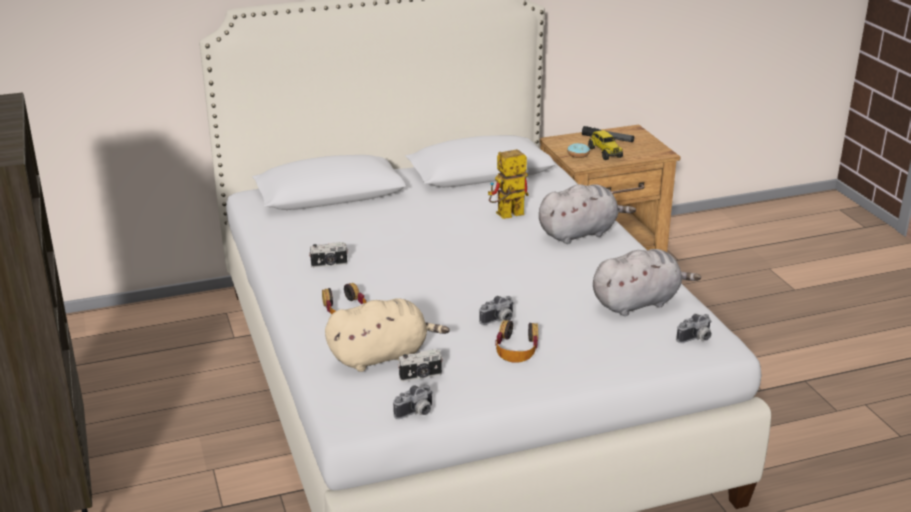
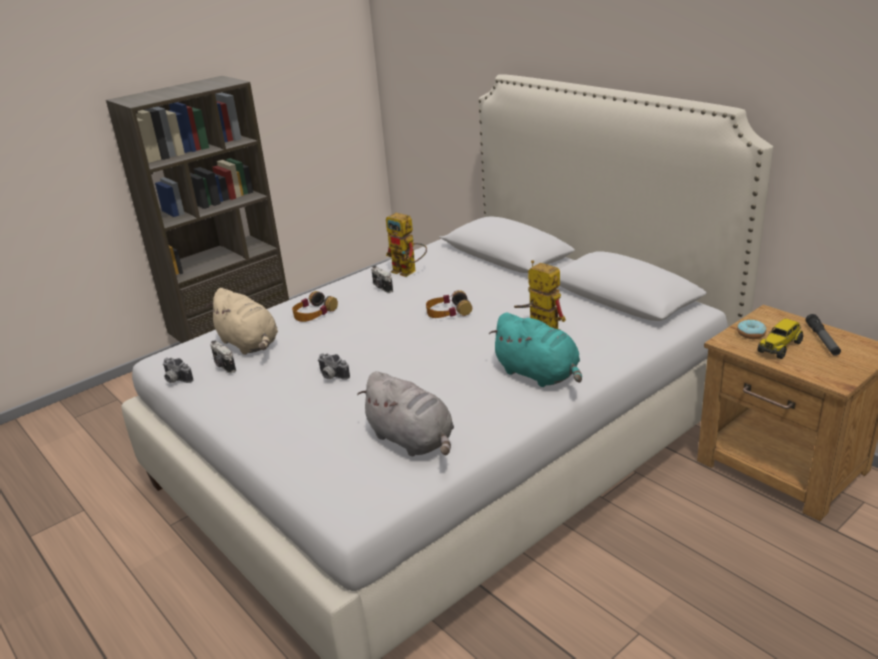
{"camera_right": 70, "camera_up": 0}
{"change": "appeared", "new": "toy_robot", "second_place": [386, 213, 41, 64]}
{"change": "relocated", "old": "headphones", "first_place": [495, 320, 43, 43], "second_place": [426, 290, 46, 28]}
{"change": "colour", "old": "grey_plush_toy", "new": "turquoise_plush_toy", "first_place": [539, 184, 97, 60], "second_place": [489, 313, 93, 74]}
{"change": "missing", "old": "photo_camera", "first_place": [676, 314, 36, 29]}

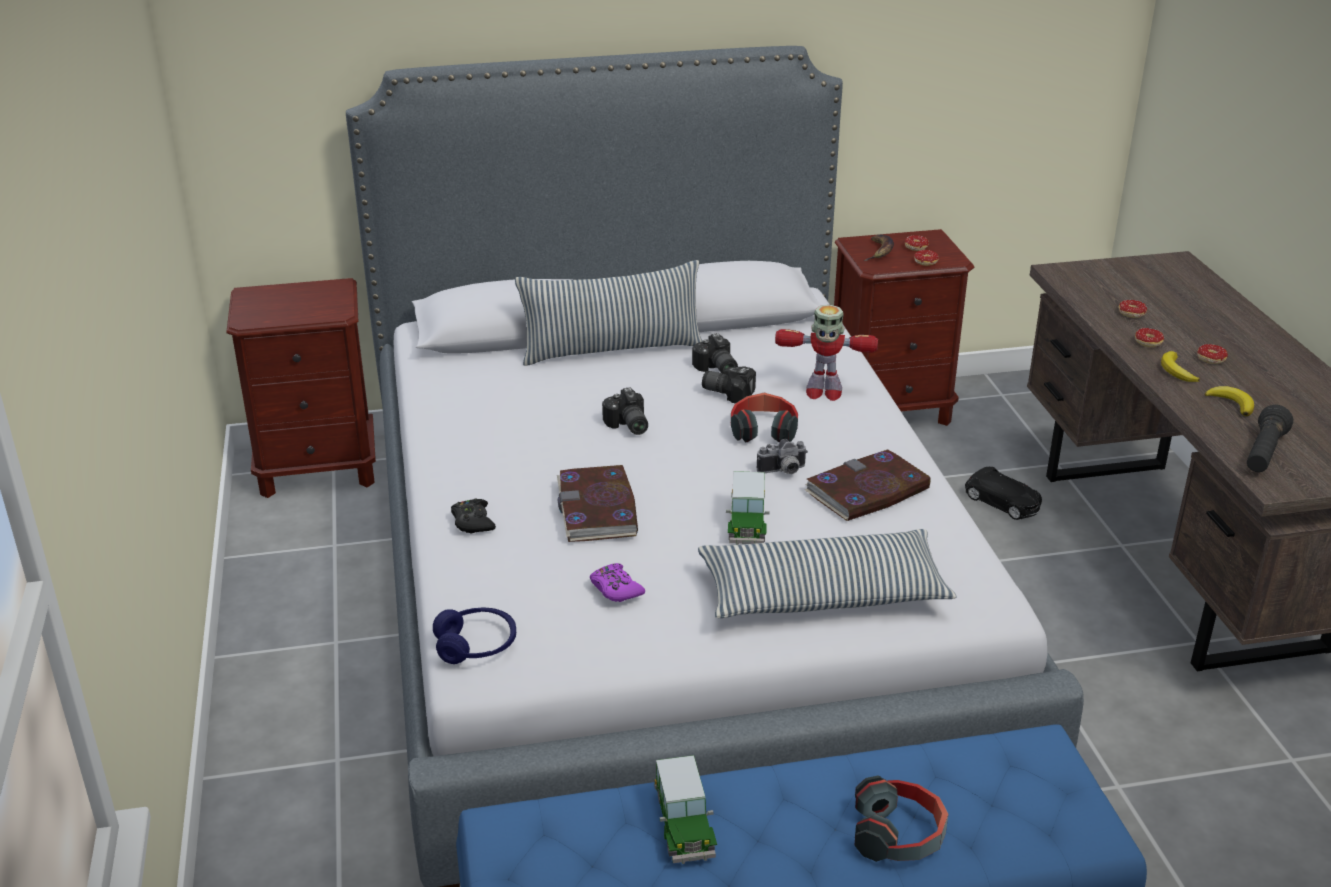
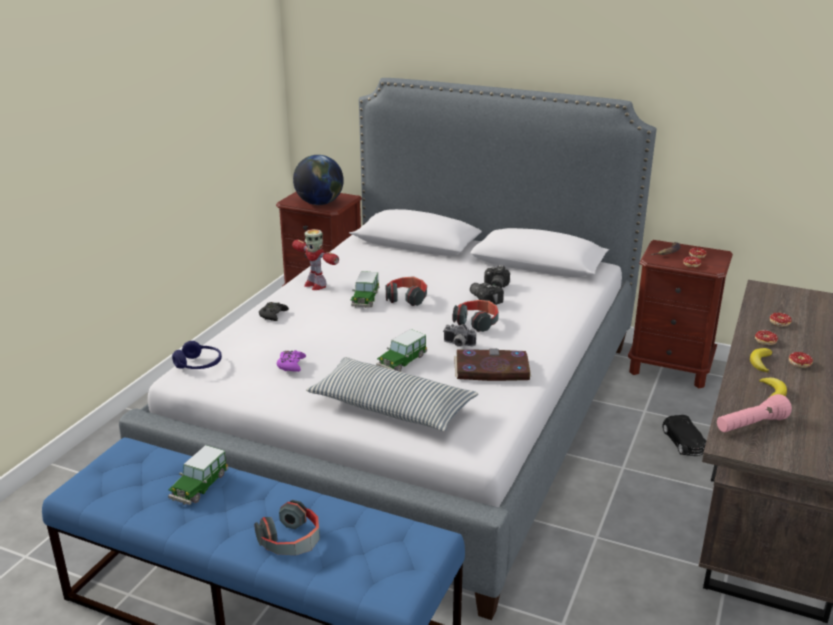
{"camera_right": 35, "camera_up": -5}
{"change": "relocated", "old": "toy_robot", "first_place": [775, 305, 103, 96], "second_place": [292, 229, 47, 61]}
{"change": "appeared", "new": "globe", "second_place": [293, 155, 51, 50]}
{"change": "appeared", "new": "toy_car", "second_place": [351, 271, 28, 37]}
{"change": "exchanged", "old": "photo_camera", "new": "headphones", "first_place": [602, 387, 46, 48], "second_place": [386, 276, 41, 30]}
{"change": "colour", "old": "black_flashlight", "new": "pink_flashlight", "first_place": [1247, 405, 46, 67], "second_place": [717, 394, 75, 38]}
{"change": "missing", "old": "pillow", "first_place": [515, 260, 187, 106]}
{"change": "missing", "old": "book", "first_place": [557, 465, 81, 77]}

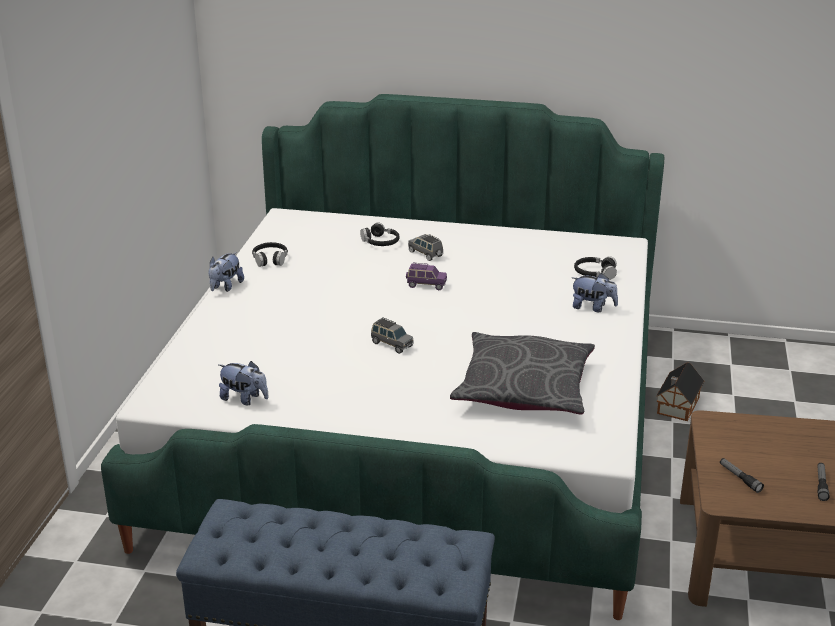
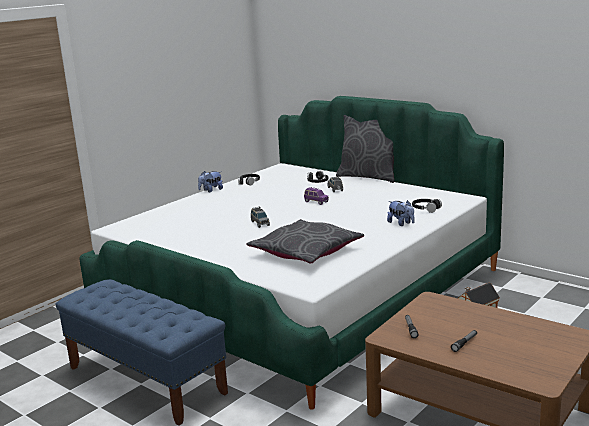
{"camera_right": 30, "camera_up": -10}
{"change": "appeared", "new": "grey_pillow", "second_place": [336, 115, 58, 68]}
{"change": "missing", "old": "plush_toy", "first_place": [218, 361, 51, 44]}

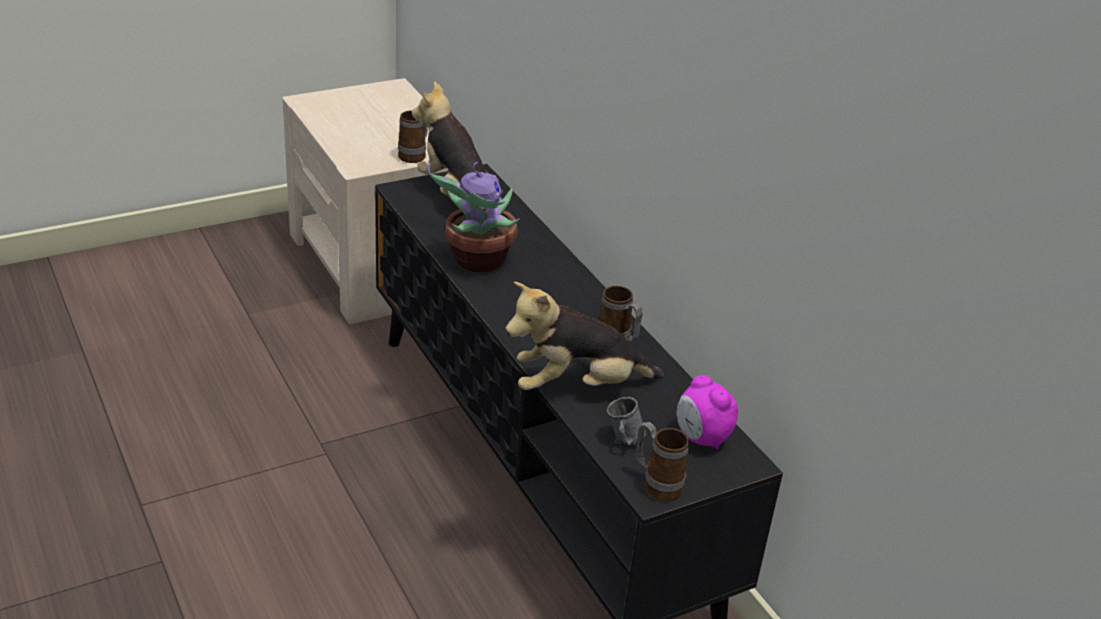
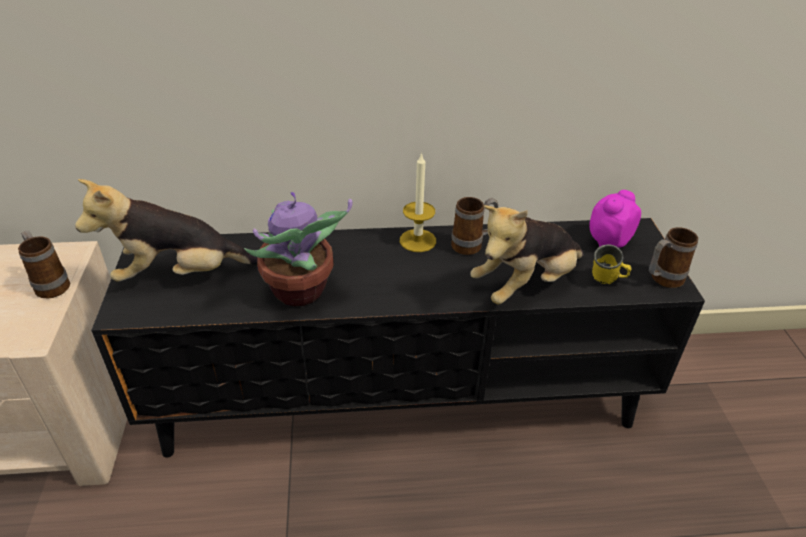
{"camera_right": -65, "camera_up": 5}
{"change": "appeared", "new": "candle", "second_place": [400, 152, 36, 100]}
{"change": "spun", "old": "plush_toy", "first_place": [505, 282, 159, 108], "second_place": [470, 205, 113, 99], "degrees": 45}
{"change": "spun", "old": "alarm_clock", "first_place": [676, 375, 62, 75], "second_place": [589, 190, 52, 58], "degrees": 150}
{"change": "colour", "old": "grey_mug", "new": "yellow_mug", "first_place": [607, 397, 39, 49], "second_place": [592, 244, 39, 40]}

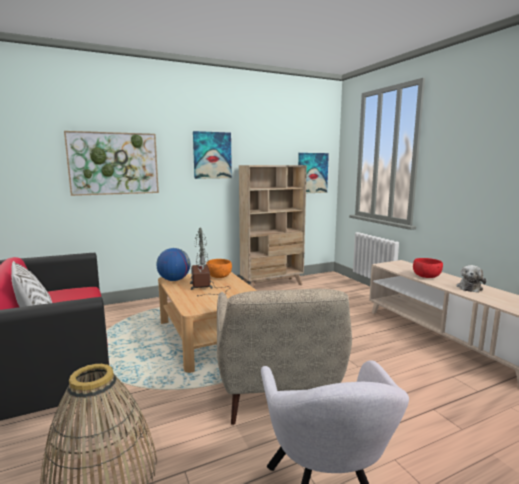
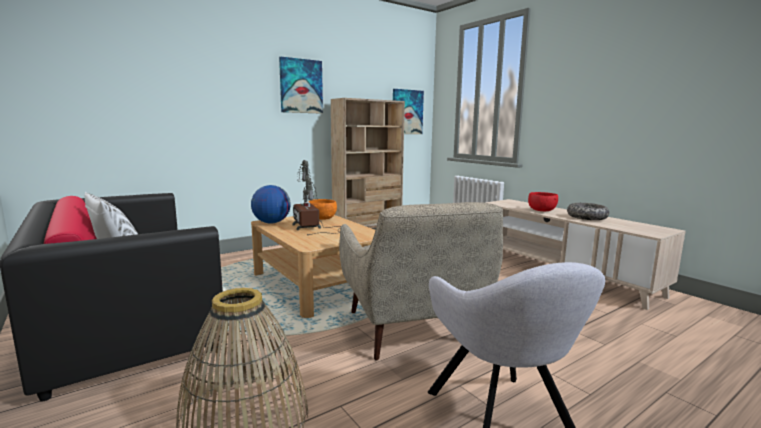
{"camera_right": -10, "camera_up": 0}
{"change": "exchanged", "old": "plush_toy", "new": "bowl", "first_place": [456, 265, 30, 28], "second_place": [567, 203, 42, 17]}
{"change": "missing", "old": "picture", "first_place": [64, 131, 95, 65]}

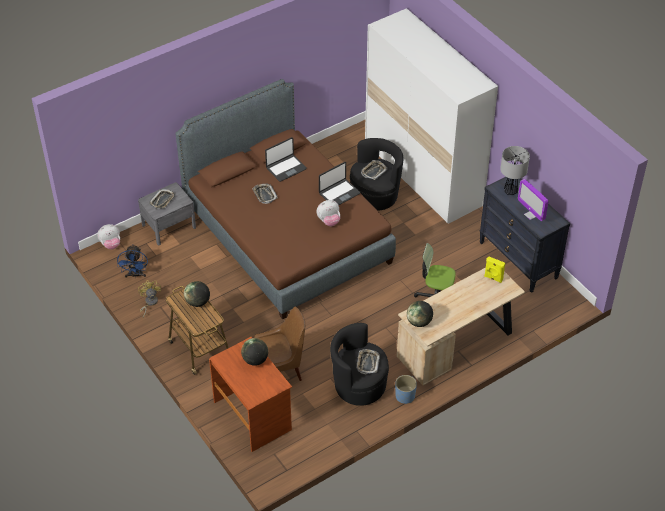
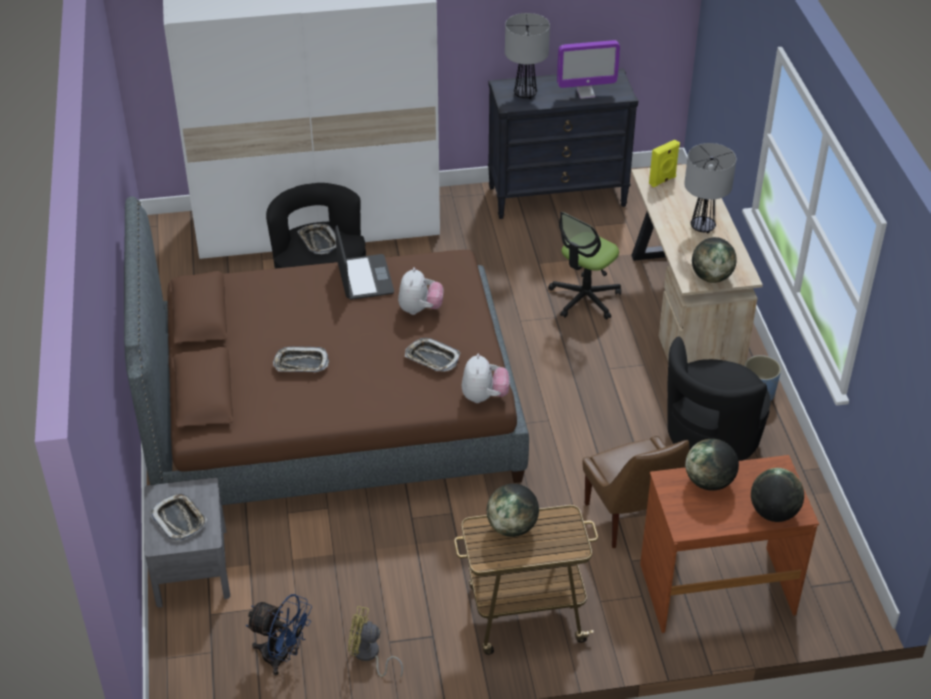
{"camera_right": -65, "camera_up": -5}
{"change": "relocated", "old": "tray", "first_place": [356, 349, 24, 25], "second_place": [405, 338, 55, 34]}
{"change": "relocated", "old": "plush_toy", "first_place": [97, 224, 23, 26], "second_place": [462, 354, 47, 49]}
{"change": "spun", "old": "brown_chair", "first_place": [254, 307, 51, 74], "second_place": [582, 436, 108, 112], "degrees": 150}
{"change": "appeared", "new": "table_lamp", "second_place": [684, 143, 52, 90]}
{"change": "appeared", "new": "globe", "second_place": [751, 468, 53, 54]}
{"change": "missing", "old": "laptop", "first_place": [265, 137, 42, 45]}

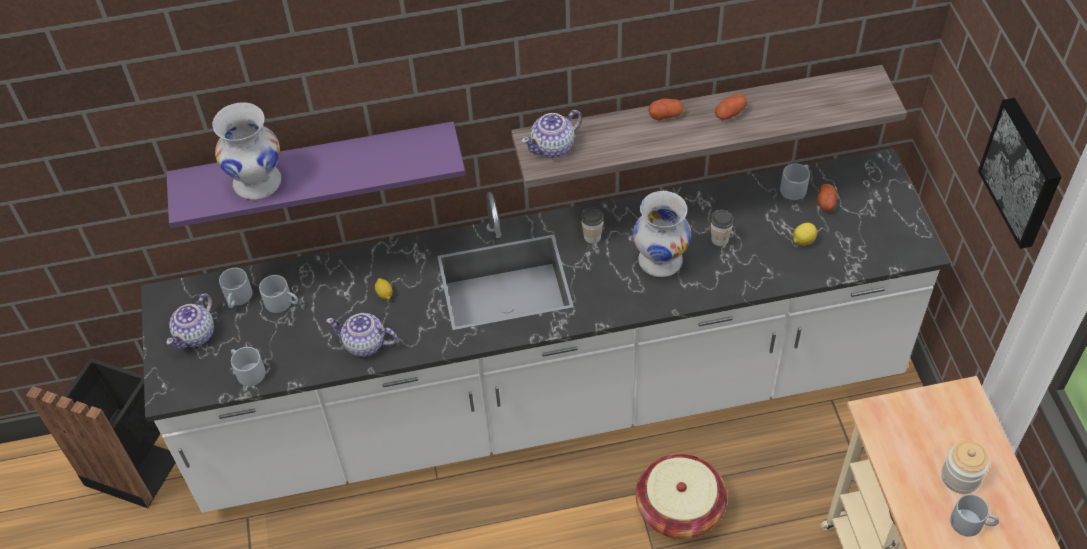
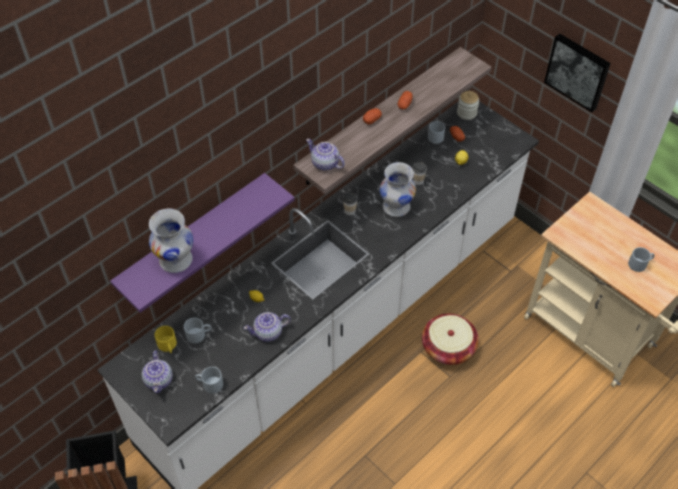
{"camera_right": -35, "camera_up": 0}
{"change": "colour", "old": "grey_mug", "new": "yellow_mug", "first_place": [219, 268, 34, 40], "second_place": [154, 326, 23, 27]}
{"change": "spun", "old": "teapot", "first_place": [522, 110, 60, 48], "second_place": [306, 139, 39, 31], "degrees": 105}
{"change": "relocated", "old": "jar", "first_place": [941, 441, 48, 53], "second_place": [457, 91, 22, 29]}

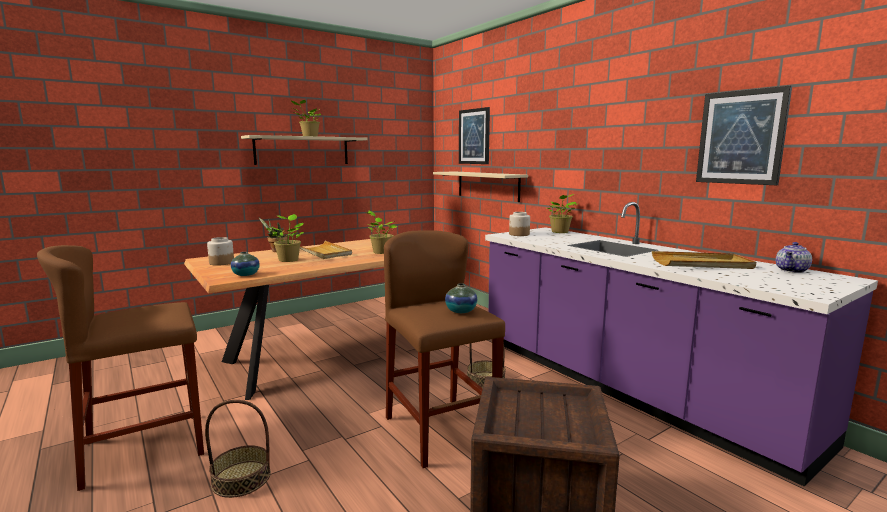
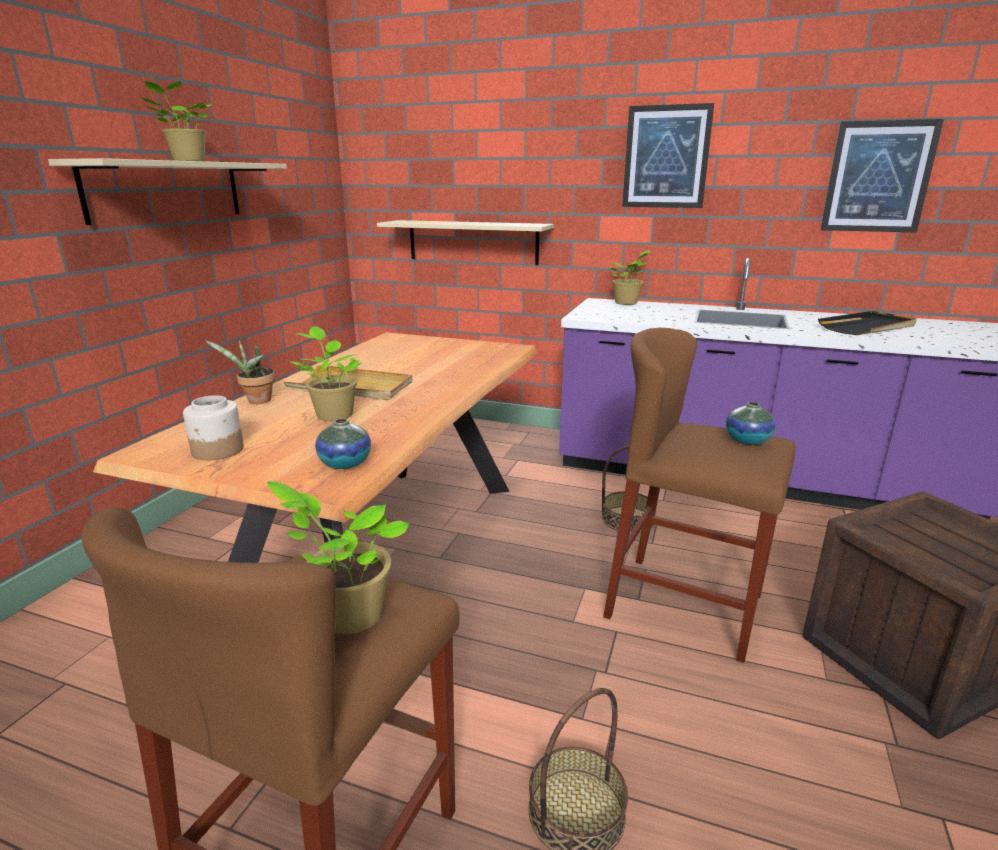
{"camera_right": -35, "camera_up": 10}
{"change": "relocated", "old": "potted_plant", "first_place": [366, 210, 32, 44], "second_place": [267, 481, 143, 153]}
{"change": "relocated", "old": "picture", "first_place": [459, 107, 31, 57], "second_place": [622, 103, 92, 105]}
{"change": "colour", "old": "beige_tray", "new": "black_tray", "first_place": [652, 251, 104, 18], "second_place": [818, 311, 99, 24]}
{"change": "missing", "old": "jar", "first_place": [509, 212, 21, 24]}
{"change": "missing", "old": "teapot", "first_place": [776, 242, 36, 31]}

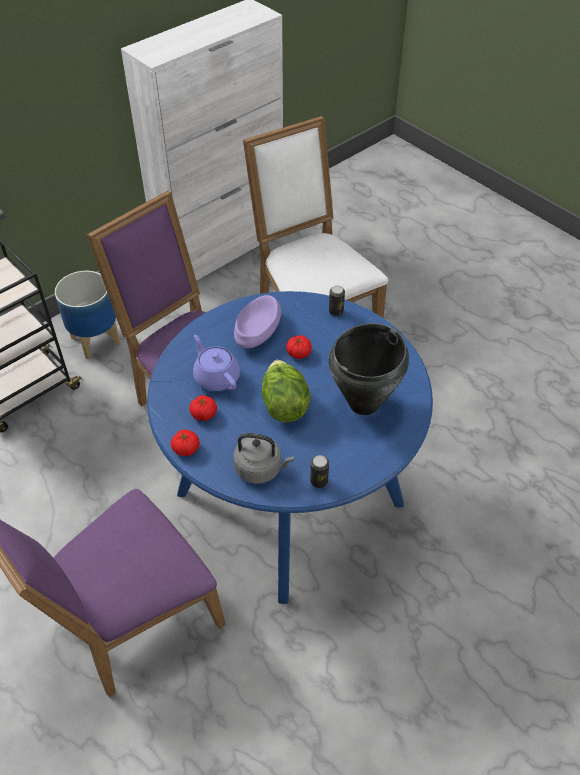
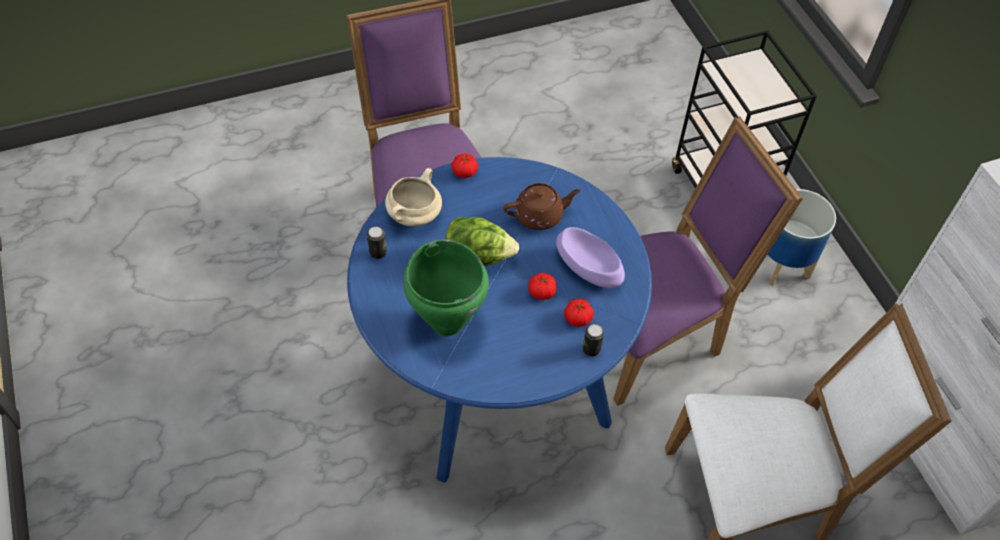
{"camera_right": 110, "camera_up": 5}
{"change": "exchanged", "old": "grey_kettle", "new": "beige_cooking_pot", "first_place": [233, 433, 61, 51], "second_place": [385, 168, 57, 59]}
{"change": "colour", "old": "black_cooking_pot", "new": "green_cooking_pot", "first_place": [329, 323, 80, 92], "second_place": [403, 240, 86, 96]}
{"change": "colour", "old": "purple_teapot", "new": "brown_teapot", "first_place": [193, 335, 47, 56], "second_place": [503, 183, 78, 47]}
{"change": "relocated", "old": "tomato", "first_place": [189, 395, 28, 26], "second_place": [564, 299, 30, 28]}

